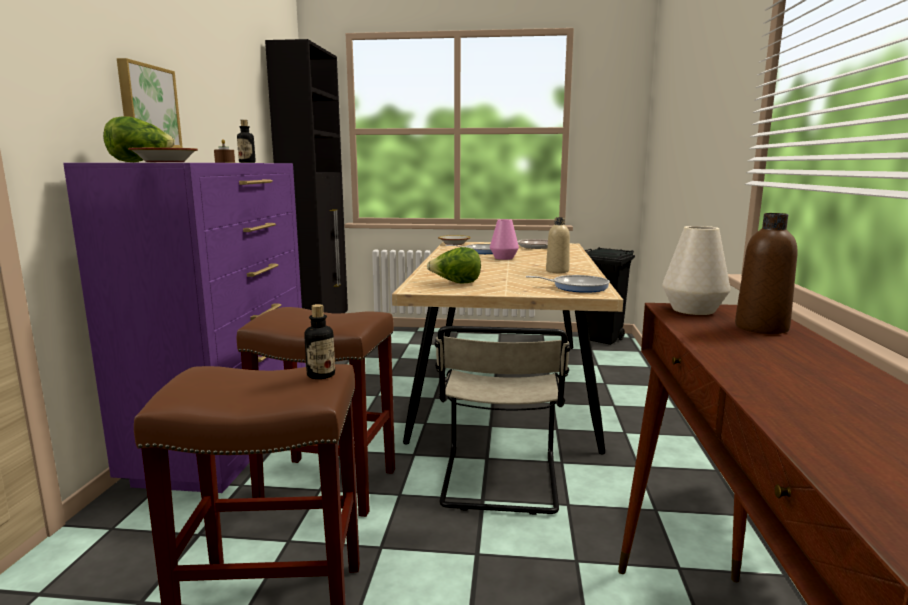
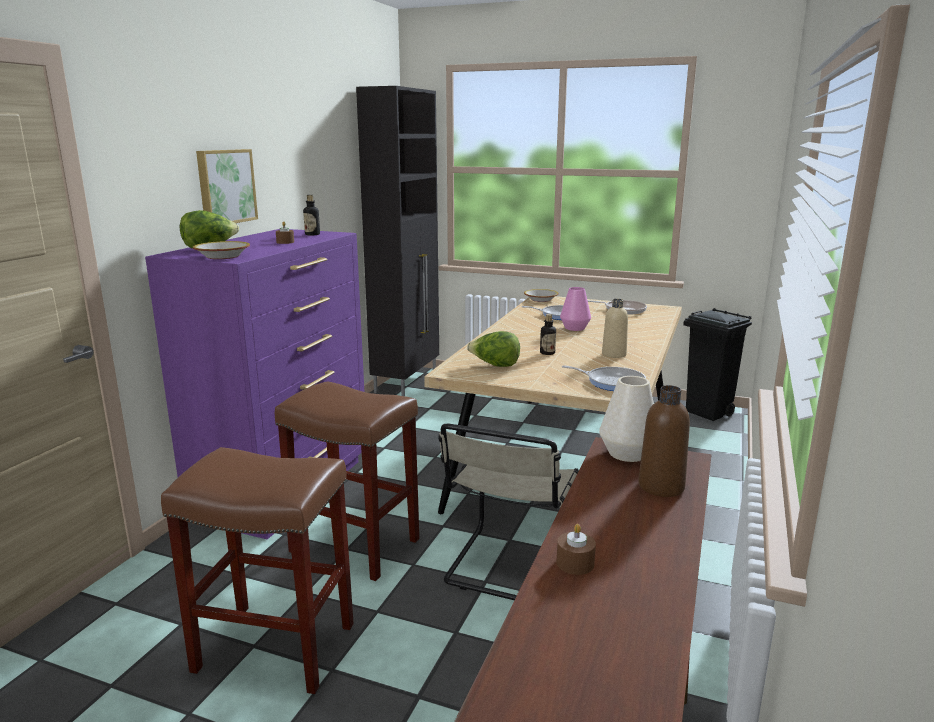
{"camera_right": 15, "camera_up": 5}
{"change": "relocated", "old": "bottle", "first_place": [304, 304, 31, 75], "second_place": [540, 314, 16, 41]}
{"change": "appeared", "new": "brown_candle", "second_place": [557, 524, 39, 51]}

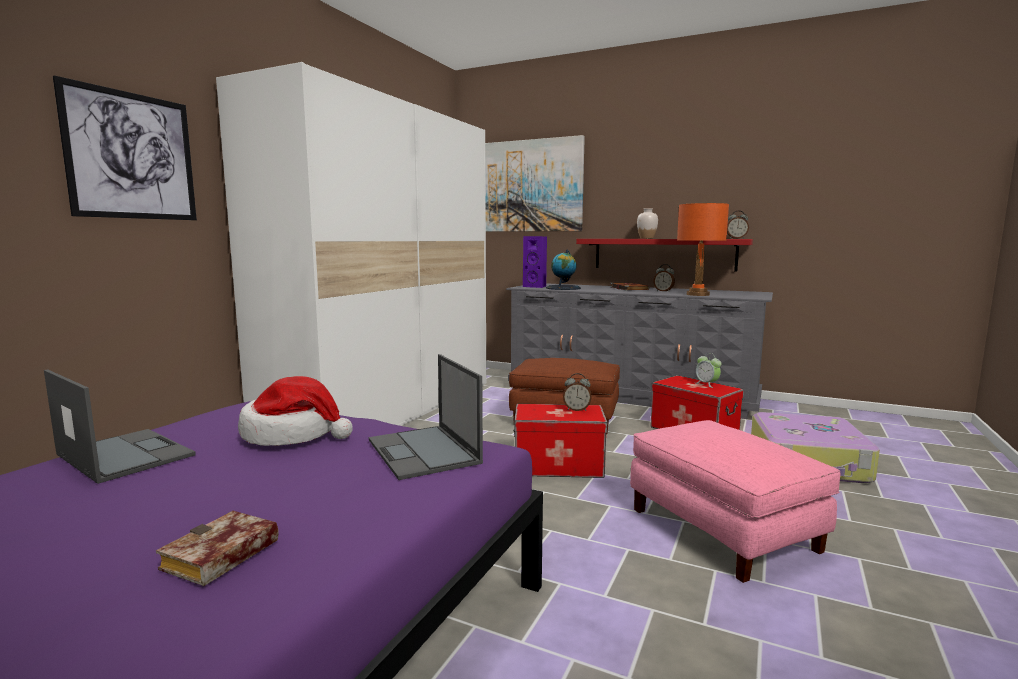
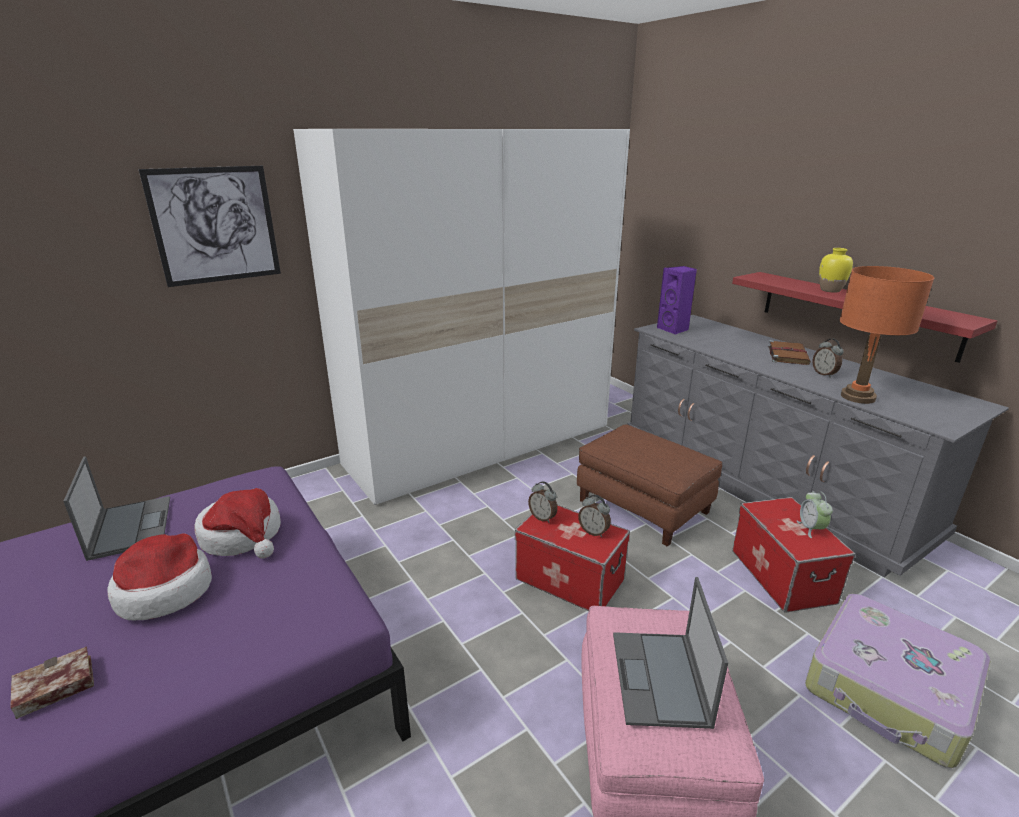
{"camera_right": 30, "camera_up": 15}
{"change": "appeared", "new": "hat", "second_place": [107, 534, 105, 87]}
{"change": "relocated", "old": "alarm_clock", "first_place": [727, 210, 22, 29], "second_place": [528, 481, 30, 42]}
{"change": "relocated", "old": "laptop", "first_place": [369, 354, 114, 126], "second_place": [613, 577, 115, 152]}
{"change": "colour", "old": "white_vase", "new": "yellow_vase", "first_place": [637, 208, 21, 31], "second_place": [819, 248, 34, 44]}
{"change": "missing", "old": "picture", "first_place": [485, 135, 100, 97]}
{"change": "missing", "old": "globe", "first_place": [546, 249, 35, 41]}

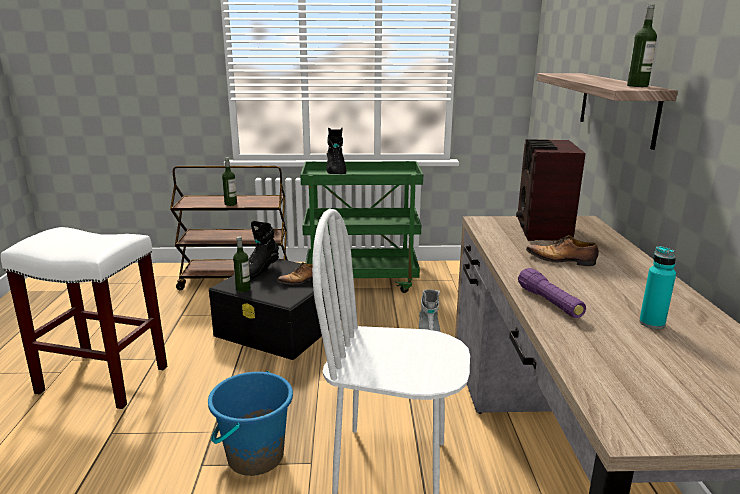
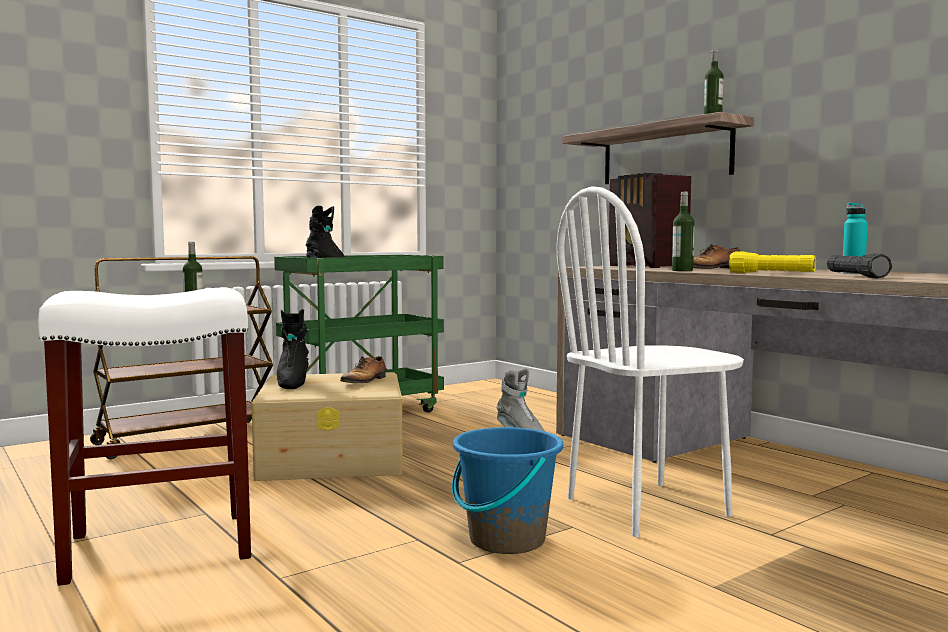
{"camera_right": -35, "camera_up": -15}
{"change": "colour", "old": "black_storage_box", "new": "beige_storage_box", "first_place": [209, 259, 132, 101], "second_place": [251, 372, 152, 109]}
{"change": "relocated", "old": "bottle", "first_place": [233, 236, 18, 56], "second_place": [672, 192, 22, 79]}
{"change": "colour", "old": "purple_flashlight", "new": "yellow_flashlight", "first_place": [518, 268, 68, 50], "second_place": [729, 252, 87, 21]}
{"change": "appeared", "new": "black_flashlight", "second_place": [827, 253, 65, 25]}

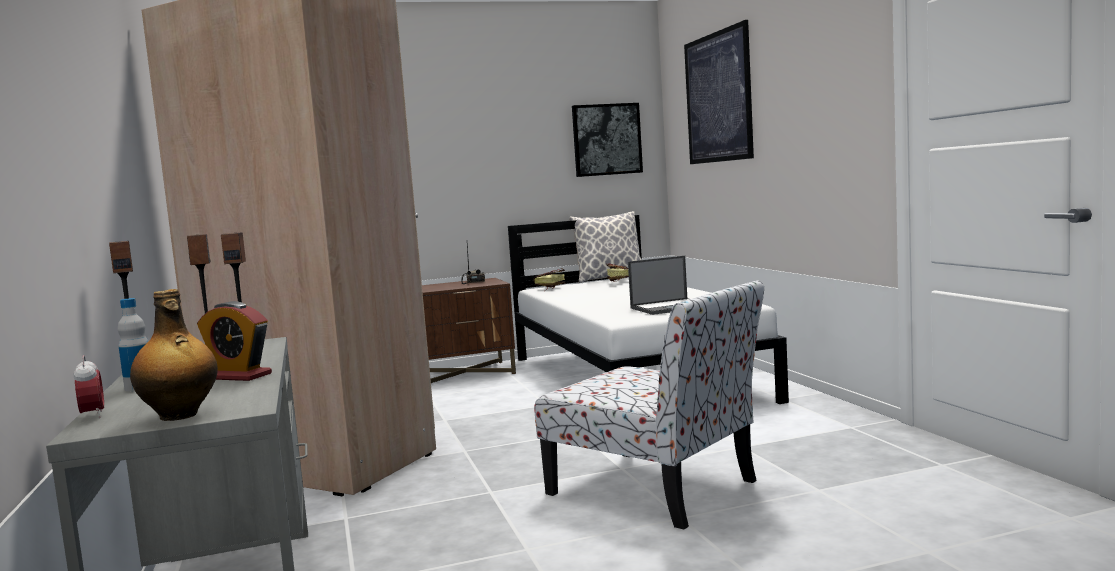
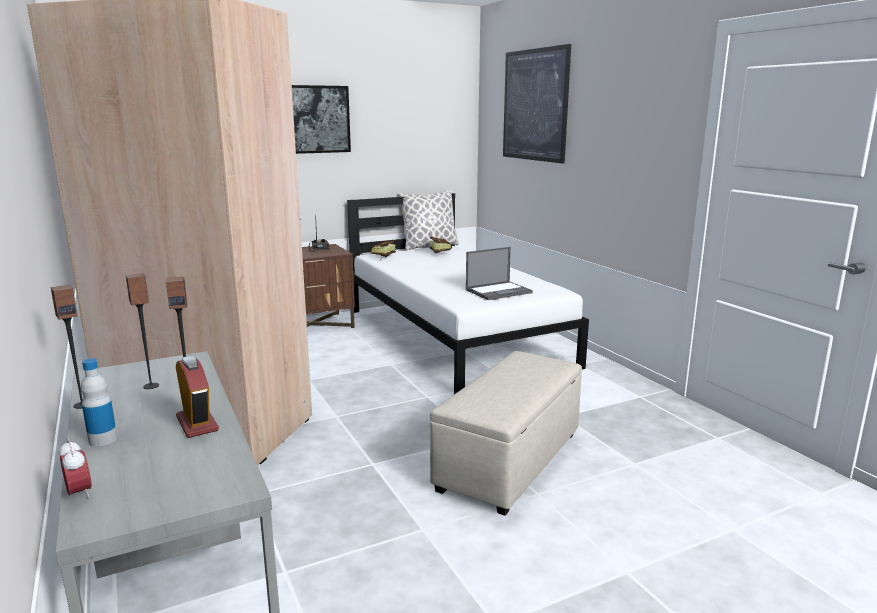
{"camera_right": -10, "camera_up": 10}
{"change": "spun", "old": "alarm_clock", "first_place": [197, 301, 75, 80], "second_place": [176, 356, 43, 82], "degrees": -135}
{"change": "relocated", "old": "picture", "first_place": [572, 103, 71, 74], "second_place": [292, 85, 59, 69]}
{"change": "exchanged", "old": "chair", "new": "beige_ottoman", "first_place": [534, 281, 230, 248], "second_place": [430, 351, 152, 165]}
{"change": "missing", "old": "bottle", "first_place": [130, 289, 88, 132]}

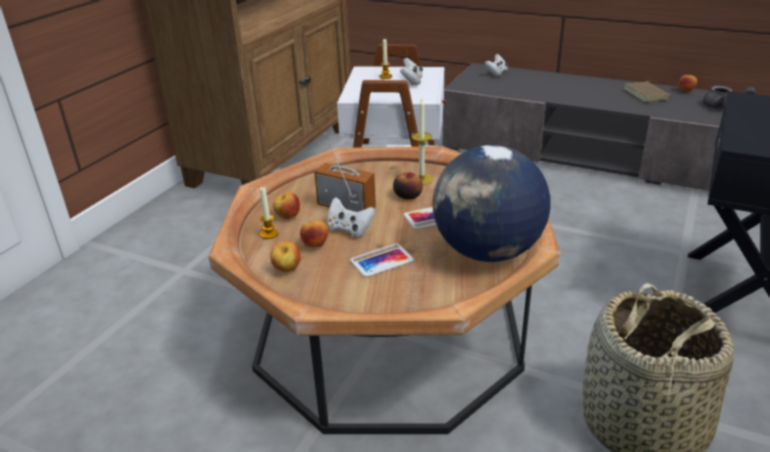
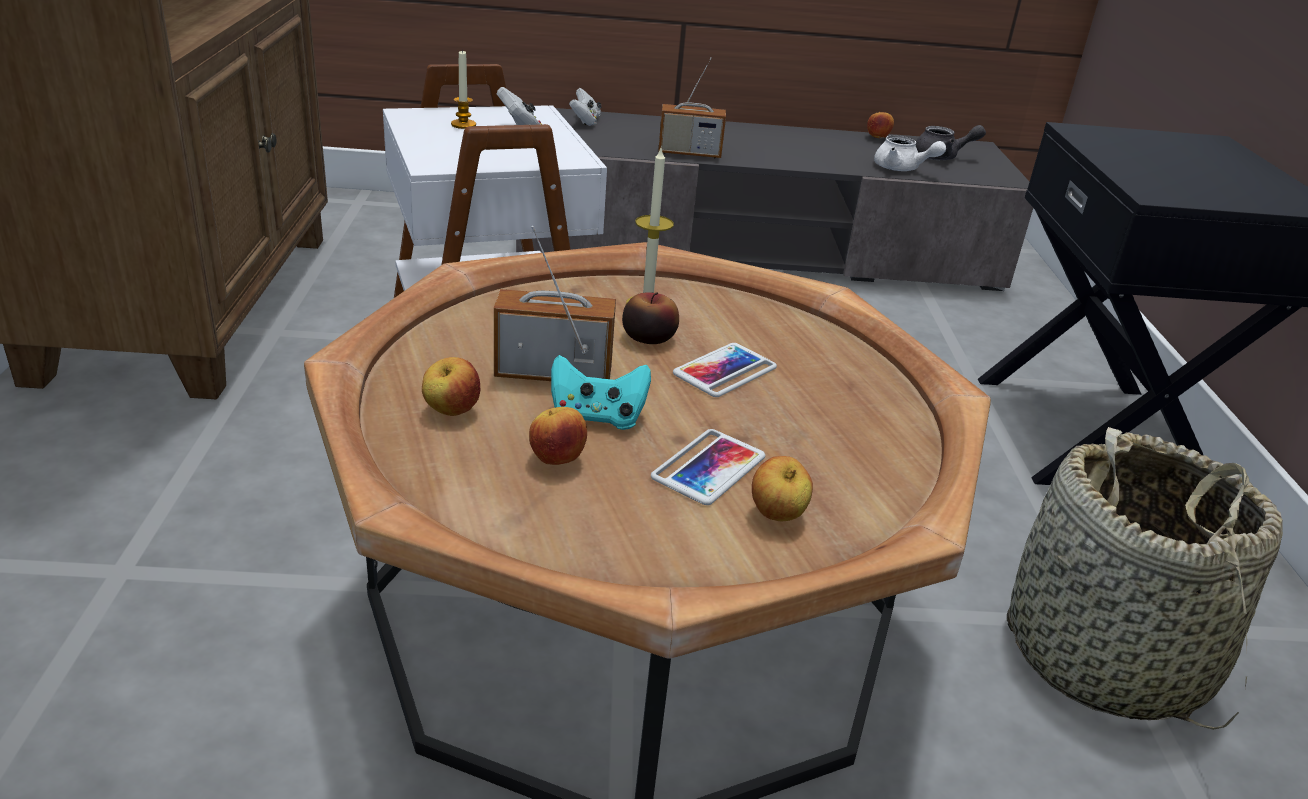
{"camera_right": -30, "camera_up": 0}
{"change": "colour", "old": "white_game_controller", "new": "turquoise_game_controller", "first_place": [328, 197, 47, 40], "second_place": [551, 355, 100, 75]}
{"change": "appeared", "new": "radio", "second_place": [658, 57, 68, 101]}
{"change": "relocated", "old": "apple", "first_place": [270, 241, 31, 31], "second_place": [752, 456, 61, 65]}
{"change": "appeared", "new": "white_teapot", "second_place": [874, 135, 72, 36]}
{"change": "missing", "old": "candle", "first_place": [260, 186, 18, 53]}
{"change": "missing", "old": "globe", "first_place": [432, 145, 119, 117]}
{"change": "missing", "old": "brown_book", "first_place": [623, 80, 48, 22]}

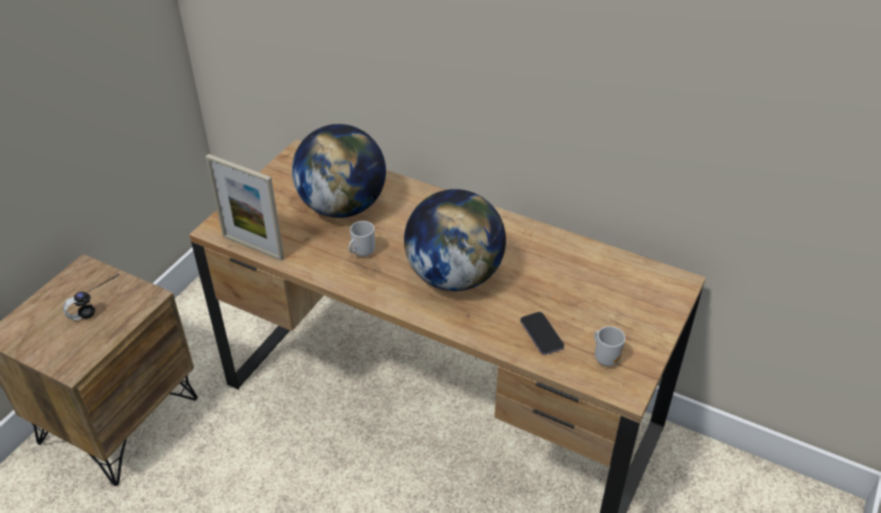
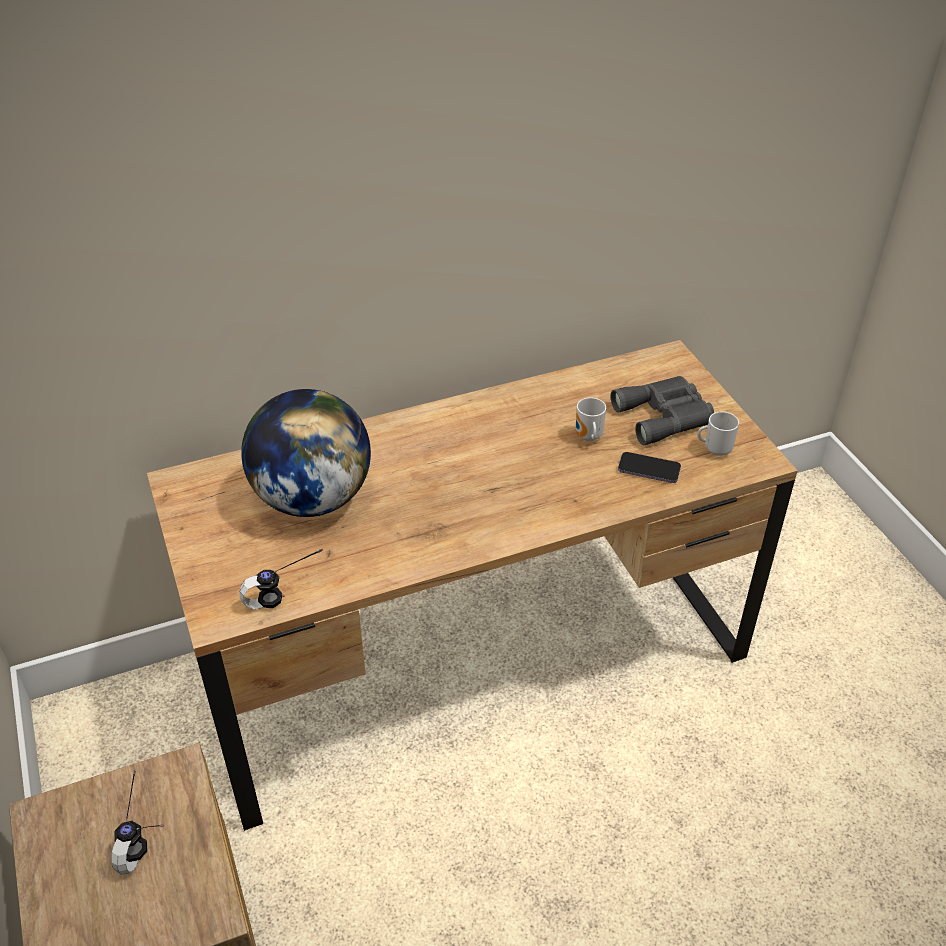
{"camera_right": -50, "camera_up": 0}
{"change": "exchanged", "old": "picture_frame", "new": "headphones", "first_place": [205, 154, 79, 107], "second_place": [239, 549, 84, 60]}
{"change": "relocated", "old": "mug", "first_place": [349, 221, 26, 36], "second_place": [575, 397, 31, 44]}
{"change": "appeared", "new": "grey_binoculars", "second_place": [611, 376, 103, 69]}
{"change": "missing", "old": "globe", "first_place": [404, 189, 102, 102]}

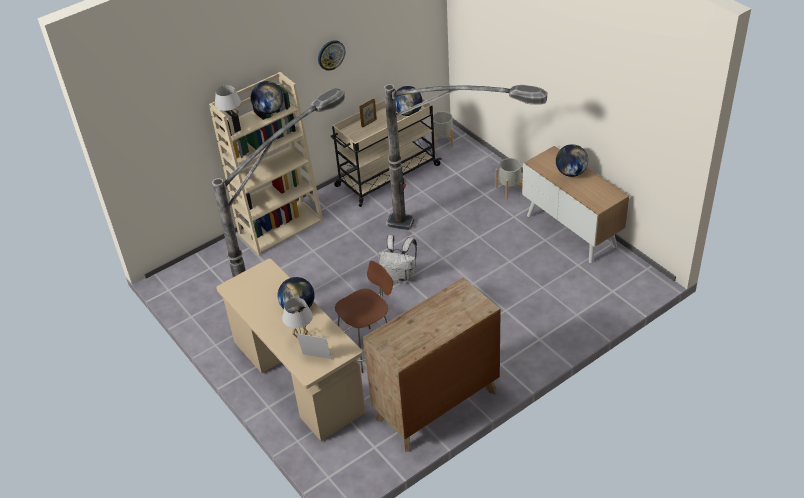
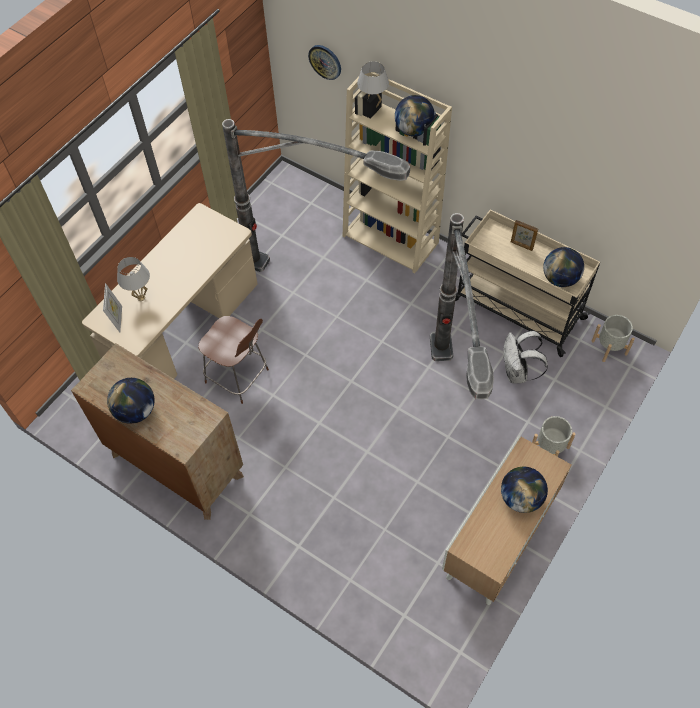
{"camera_right": 70, "camera_up": 15}
{"change": "relocated", "old": "globe", "first_place": [278, 277, 37, 36], "second_place": [107, 378, 48, 46]}
{"change": "relocated", "old": "wall_clock", "first_place": [318, 40, 27, 31], "second_place": [308, 45, 33, 35]}
{"change": "relocated", "old": "white_backpack", "first_place": [378, 235, 39, 48], "second_place": [504, 331, 44, 52]}

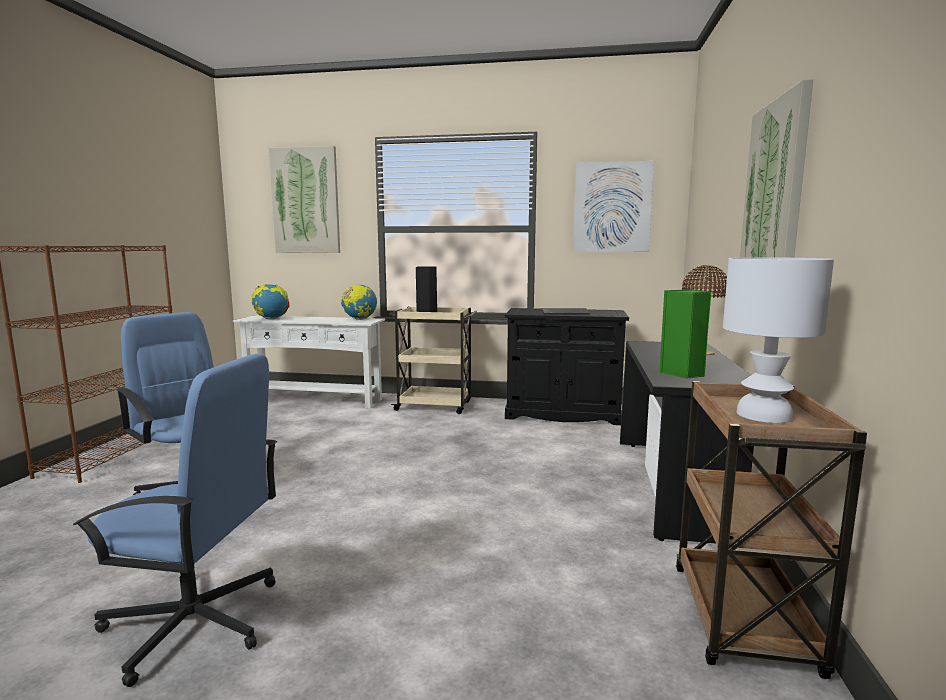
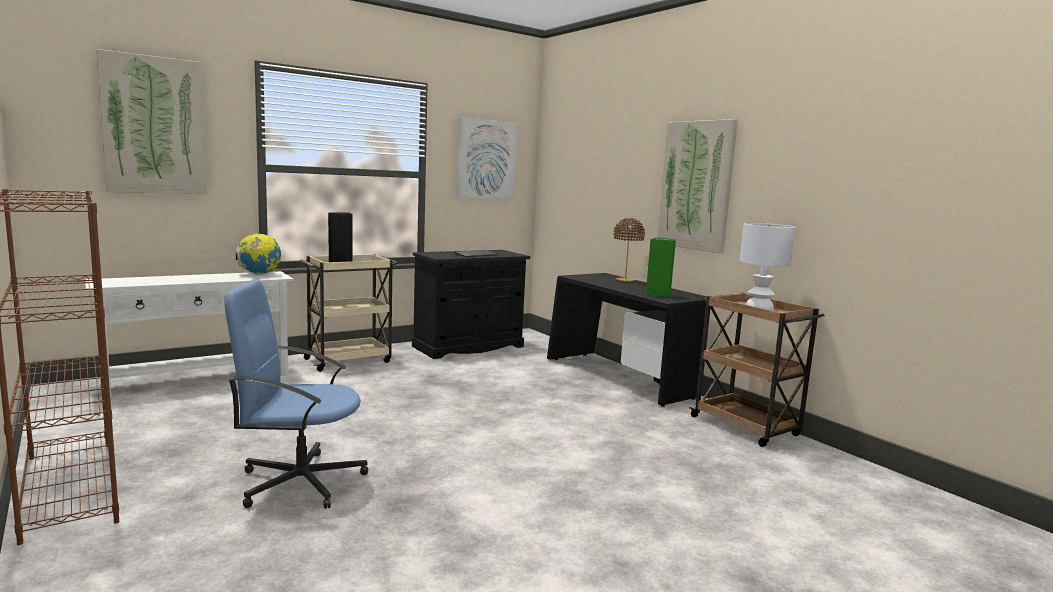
{"camera_right": -45, "camera_up": 0}
{"change": "missing", "old": "blue_office_chair", "first_place": [73, 354, 204, 333]}
{"change": "missing", "old": "globe", "first_place": [251, 284, 38, 35]}

